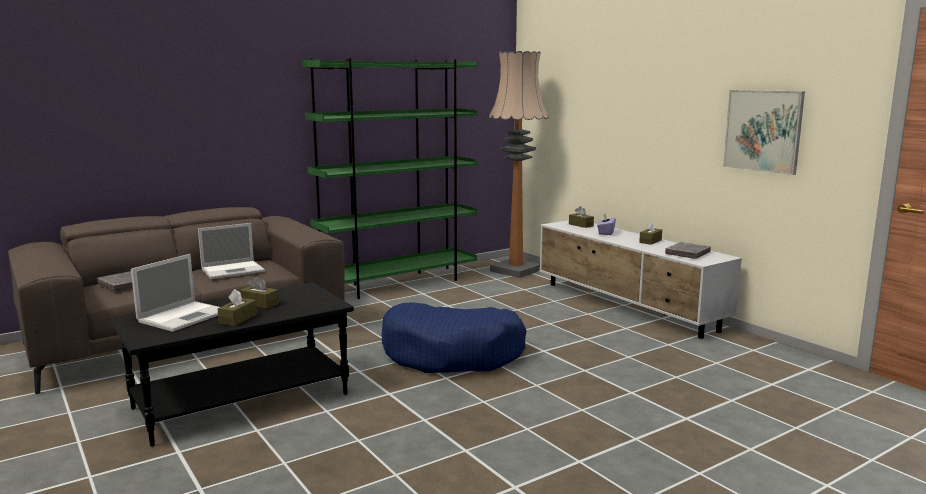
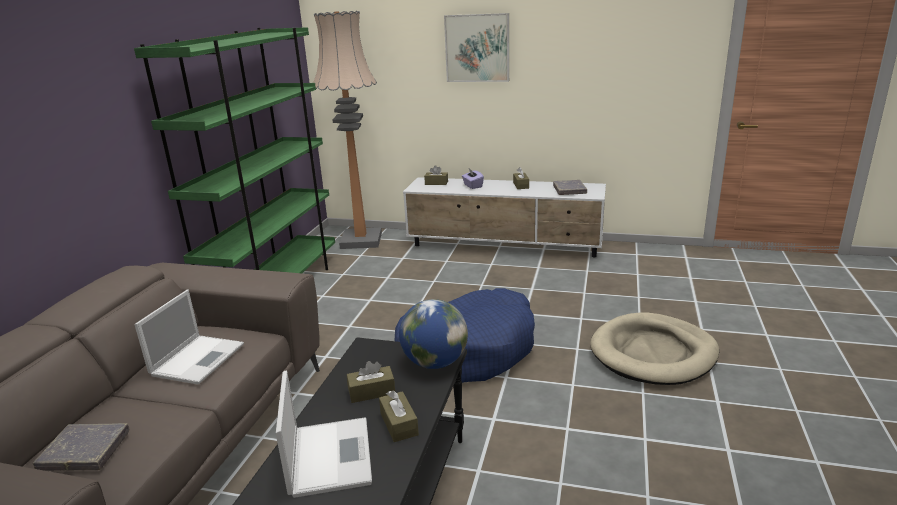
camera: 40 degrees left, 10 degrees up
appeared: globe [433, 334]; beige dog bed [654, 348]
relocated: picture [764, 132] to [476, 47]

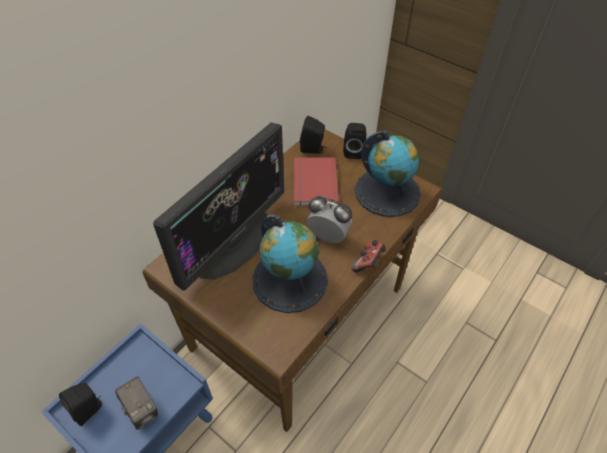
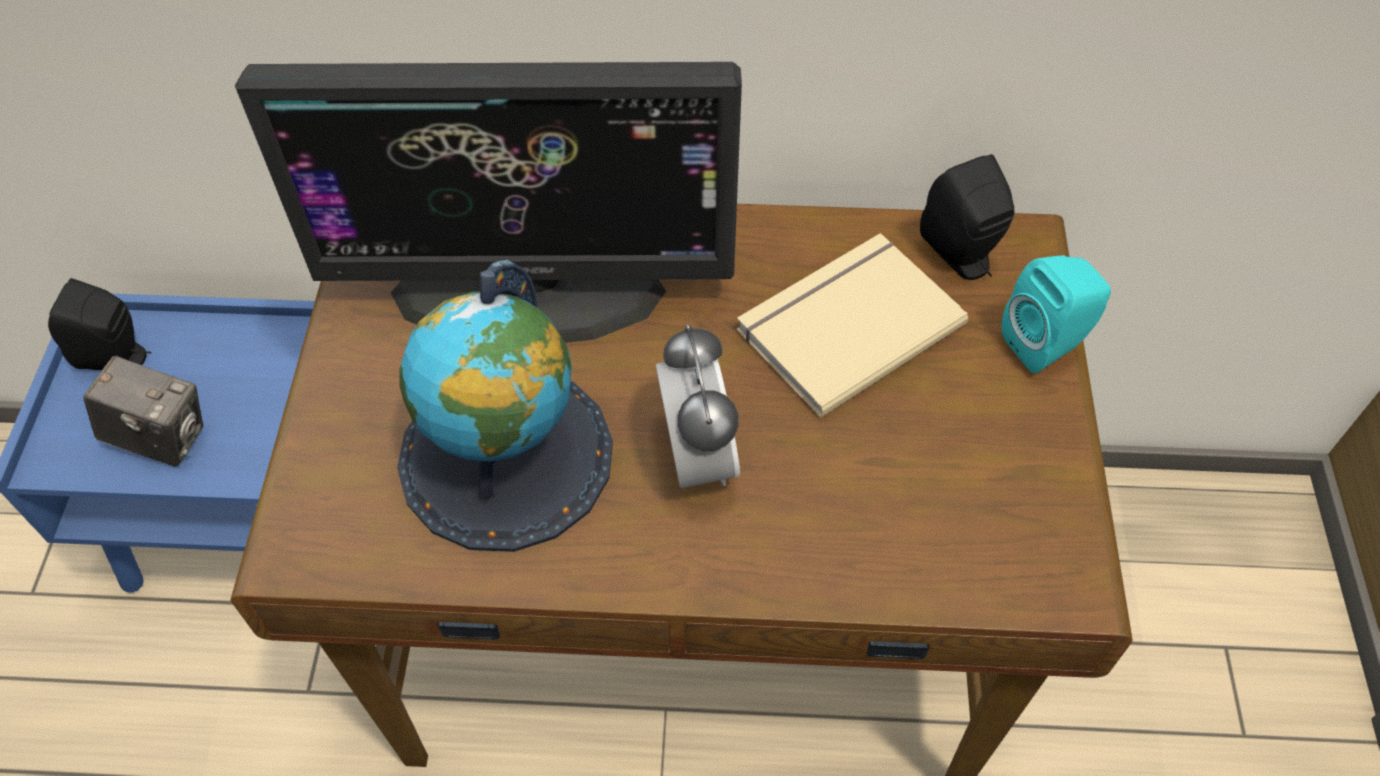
camera: 55 degrees right, 5 degrees up
missing: game controller [368, 256]; globe [388, 174]
colour: red book [316, 181] to beige book [852, 325]; black speaker [354, 141] to turquoise speaker [1056, 314]
spun: photo camera [136, 403] = [143, 411] 90 degrees counterclockwise

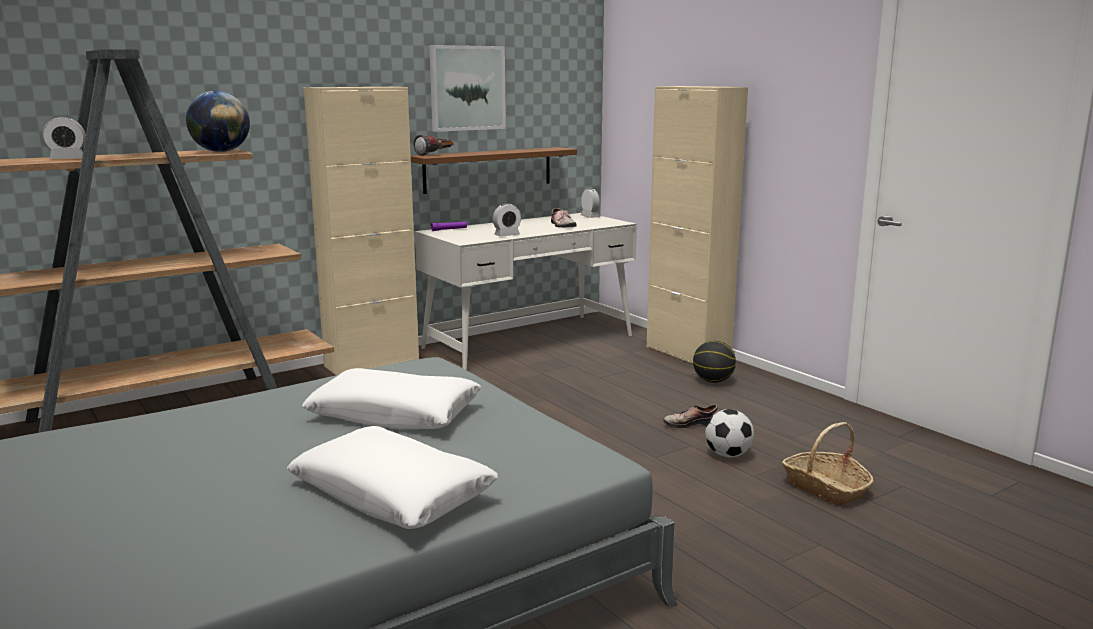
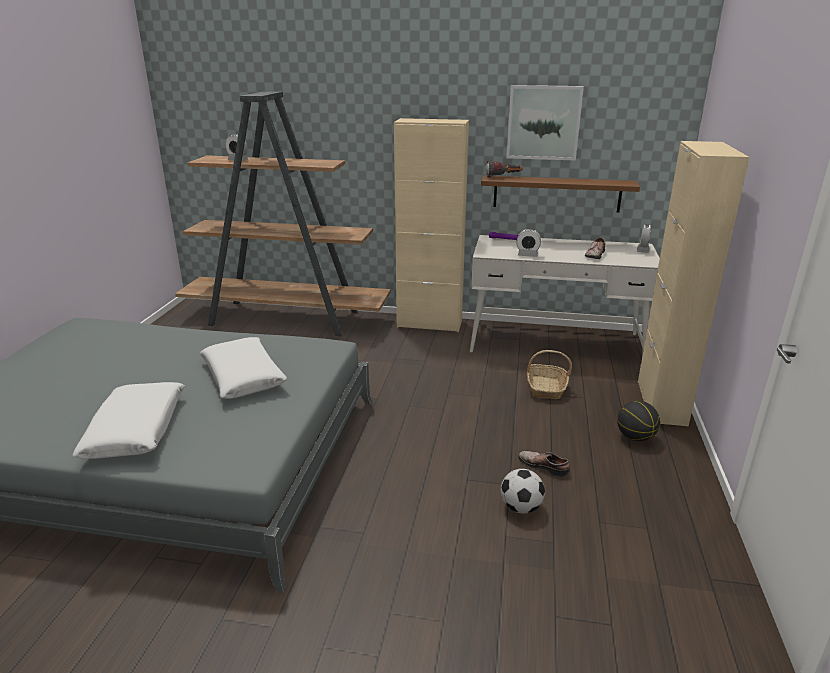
camera: 45 degrees right, 10 degrees up
missing: globe [218, 121]
relocated: basket [828, 463] to [549, 374]

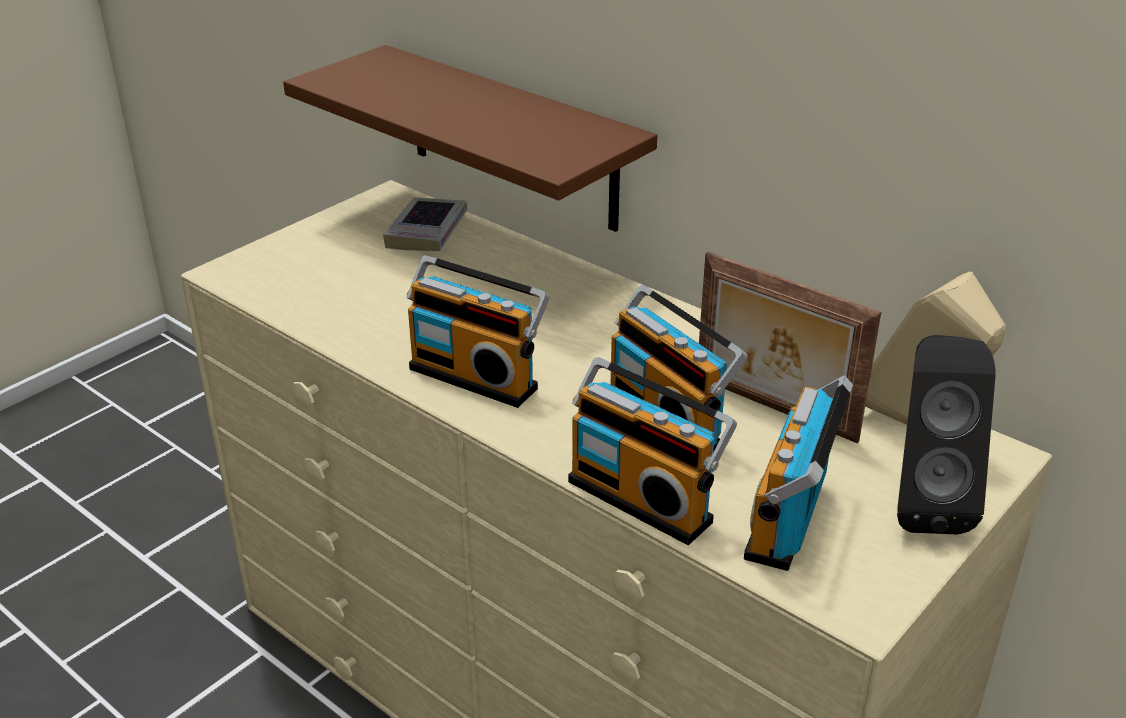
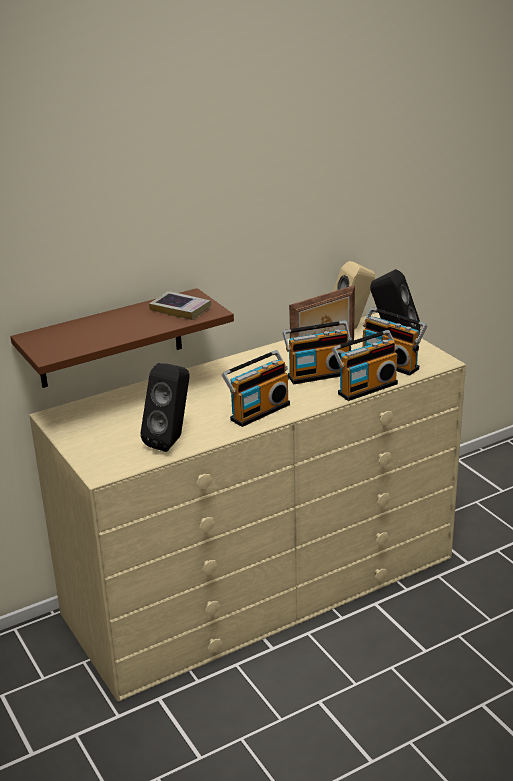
camera: 70 degrees left, 5 degrees down
appeared: black speaker [165, 407]
relocated: book [425, 224] to [180, 305]

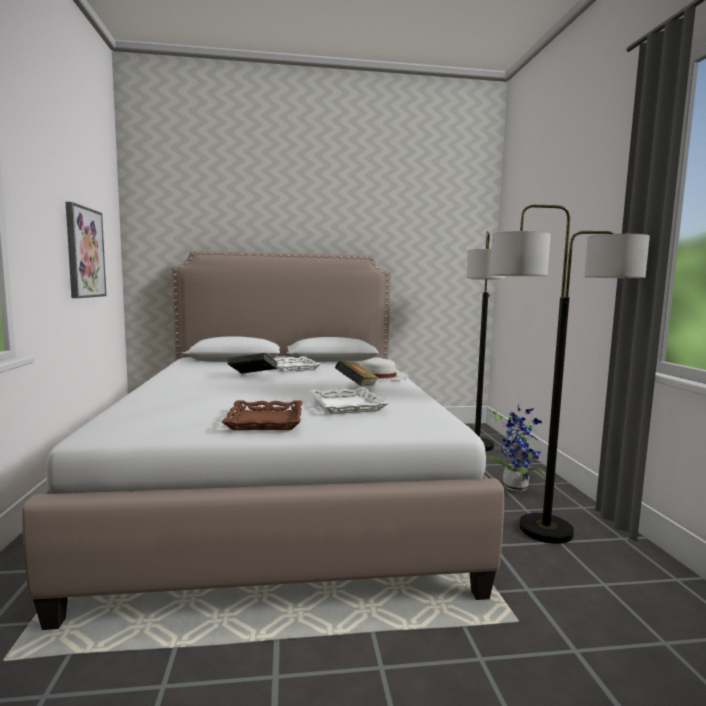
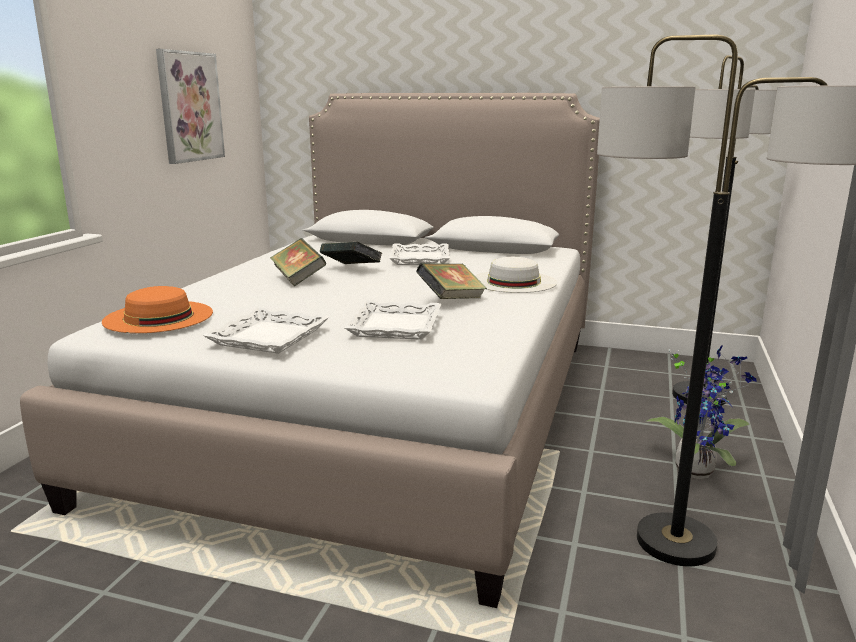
camera: 25 degrees right, 10 degrees up
appeared: orange hat [157, 309]; book [298, 262]
colour: brown tray [262, 415] to white tray [265, 330]

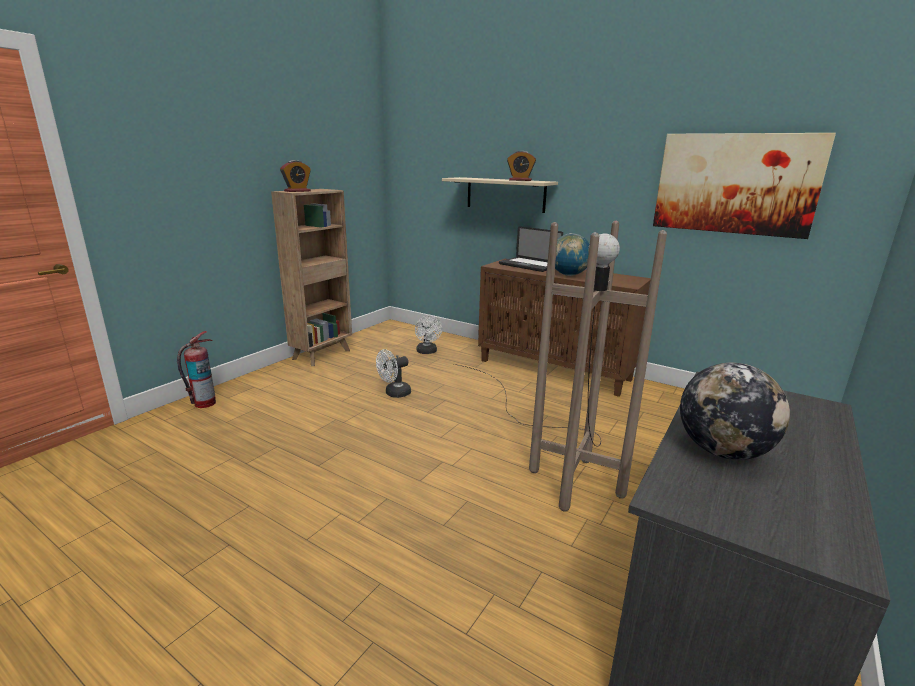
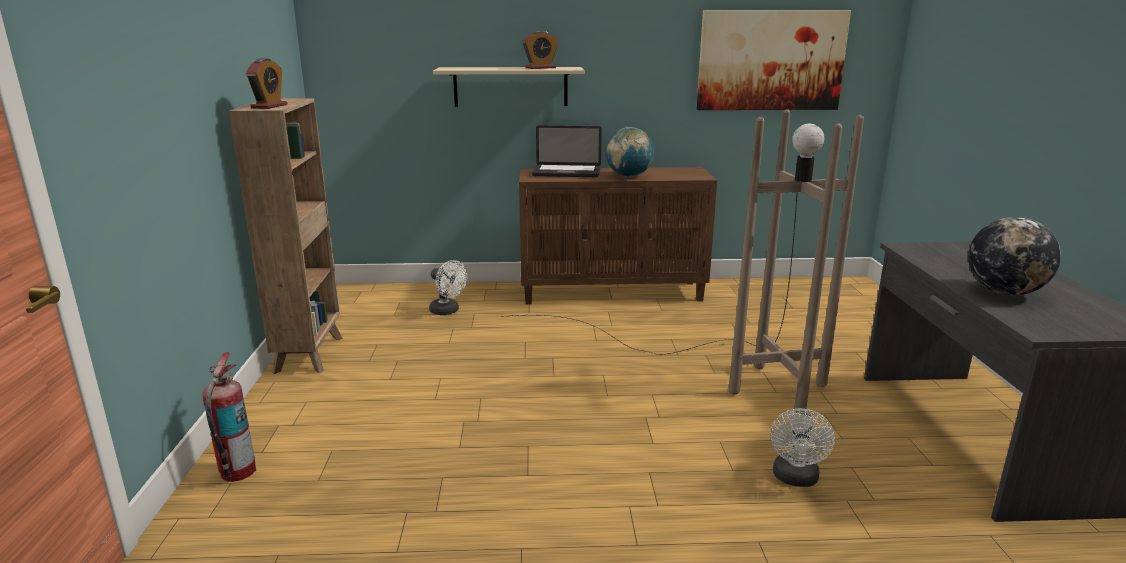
camera: 35 degrees left, 0 degrees up
relocated: white fan [393, 373] to [802, 447]

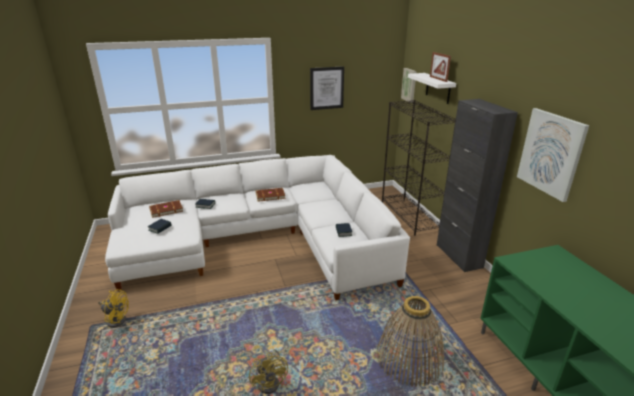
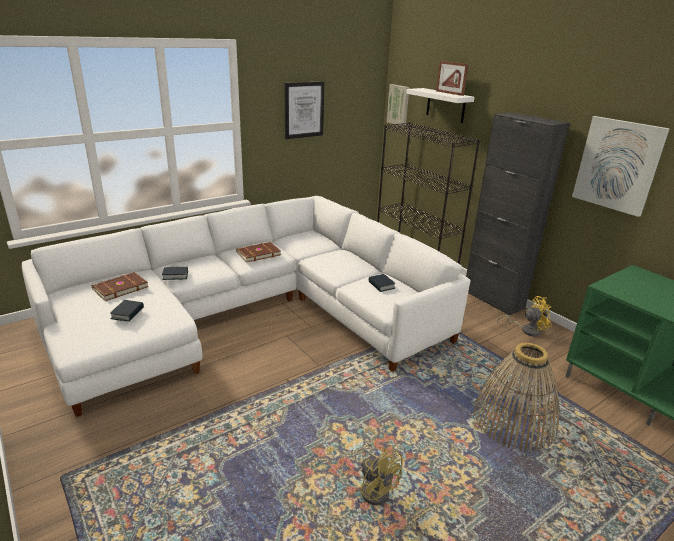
camera: 20 degrees left, 0 degrees up
relocated: yellow fan [113, 308] to [524, 316]

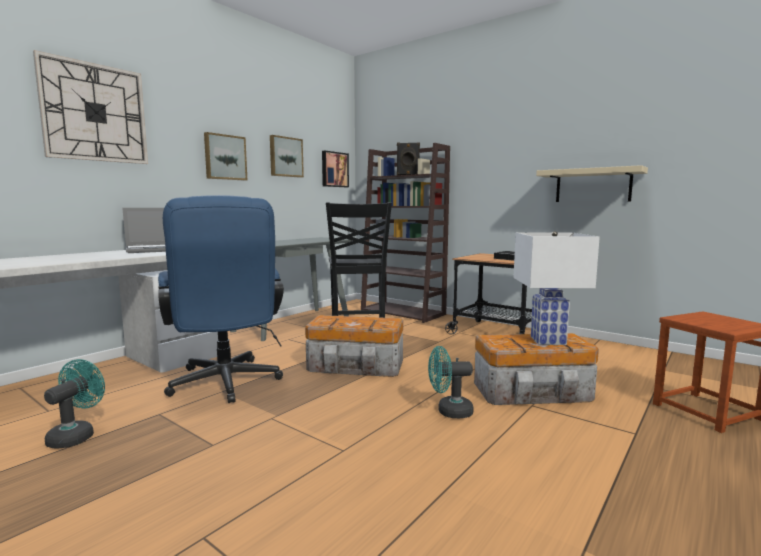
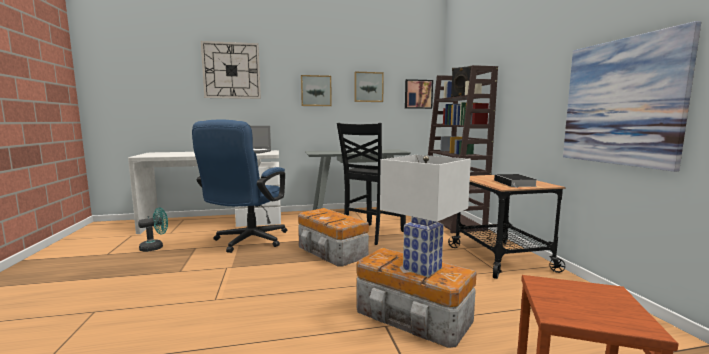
camera: 40 degrees right, 0 degrees up
missing: turquoise fan [451, 382]
exchanged: beige shelf [592, 183] to picture [632, 96]

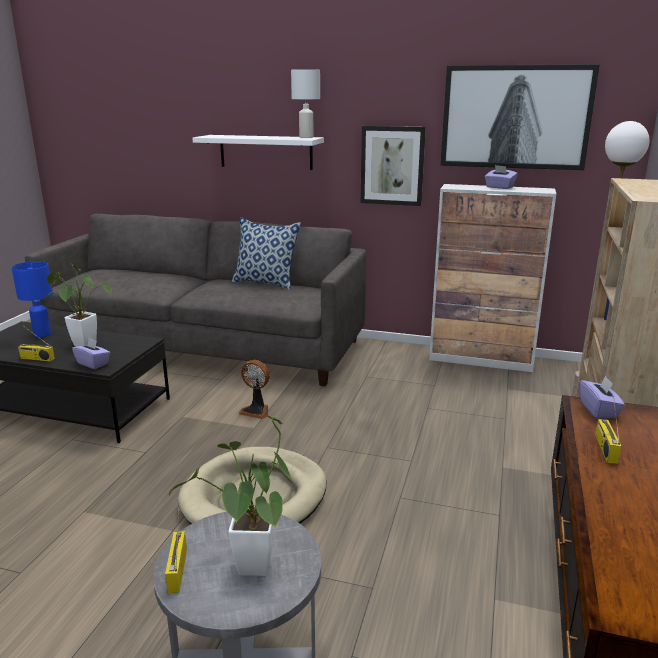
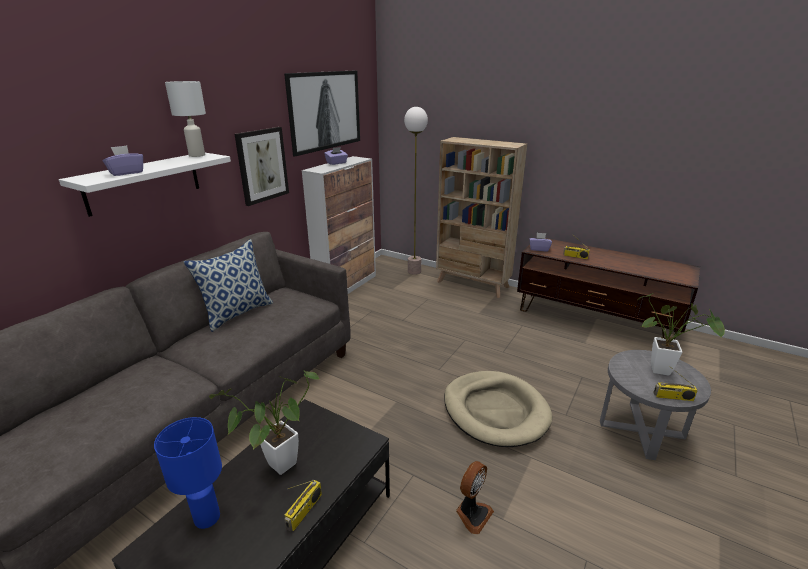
camera: 75 degrees left, 5 degrees up
relocated: purple tissue box [91, 353] to [123, 160]; fan [254, 389] to [475, 497]

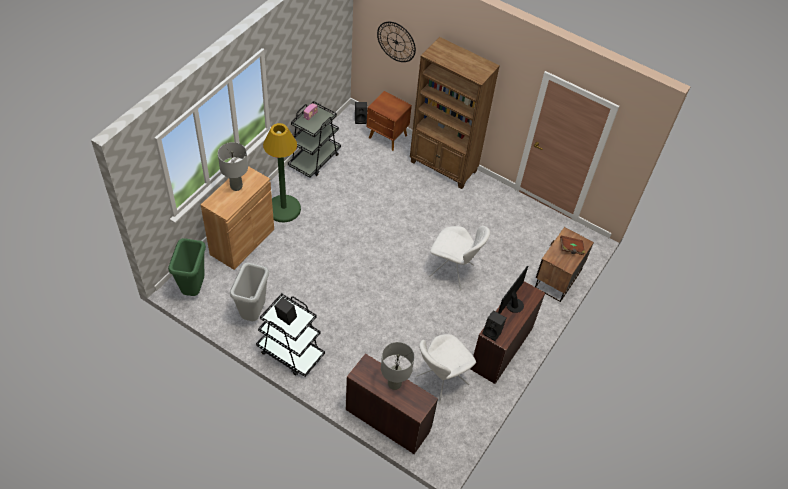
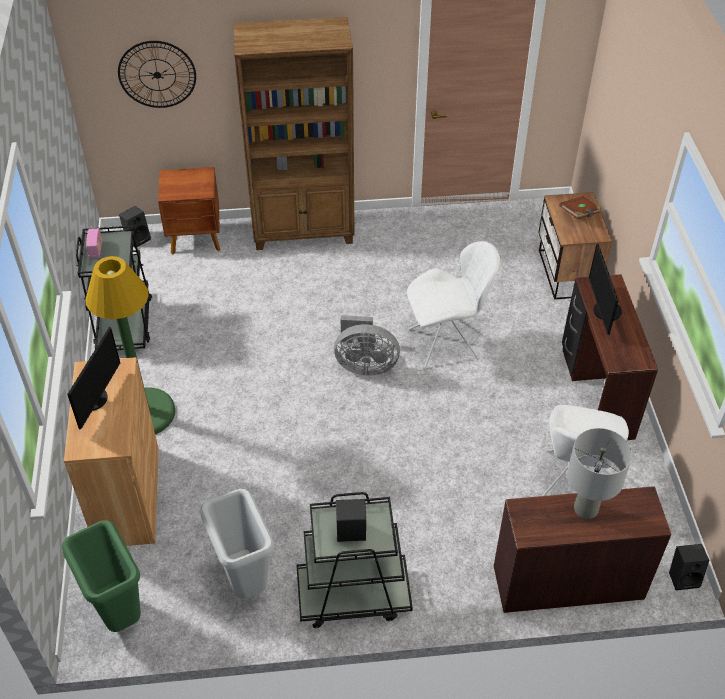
camera: 35 degrees left, 5 degrees down
appeared: grey fan [367, 345]
relocated: black speaker [494, 325] to [689, 567]
exchanged: grey table lamp [233, 166] to monitor [93, 378]

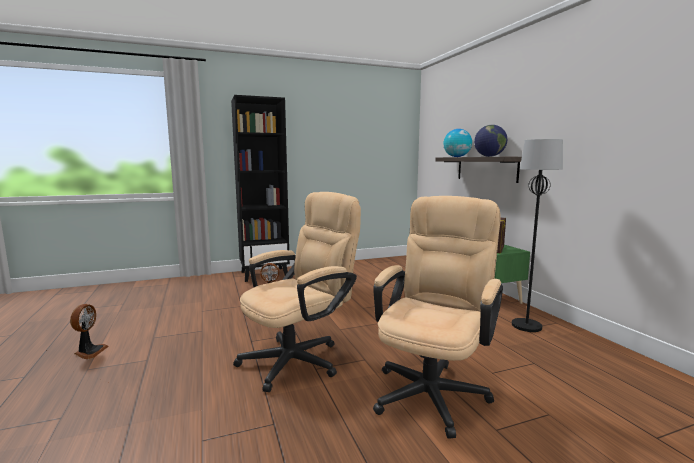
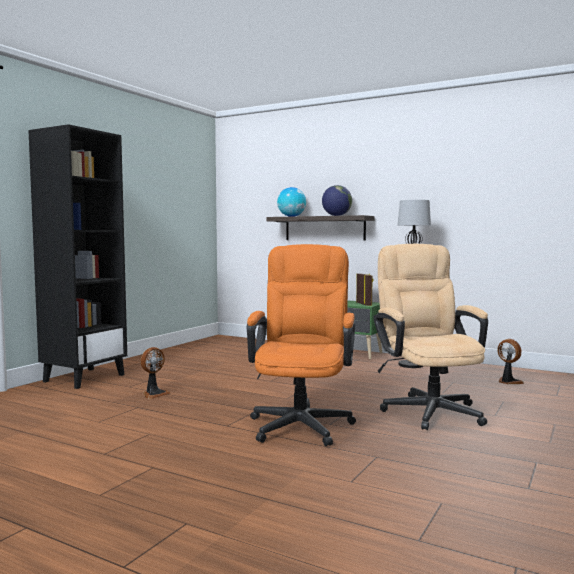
camera: 40 degrees left, 5 degrees down
relocated: fan [89, 331] to [510, 361]
colour: beige office chair [297, 292] to orange office chair [301, 345]

